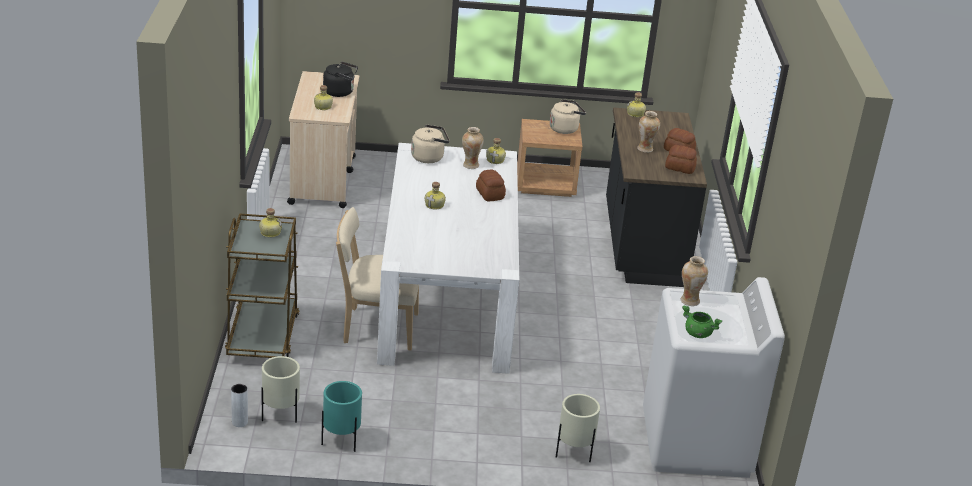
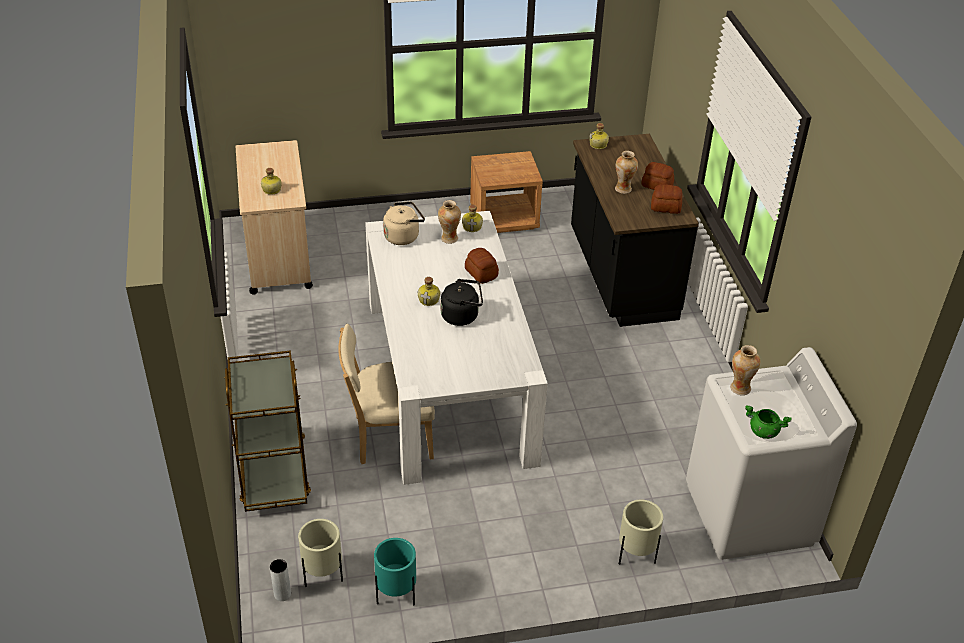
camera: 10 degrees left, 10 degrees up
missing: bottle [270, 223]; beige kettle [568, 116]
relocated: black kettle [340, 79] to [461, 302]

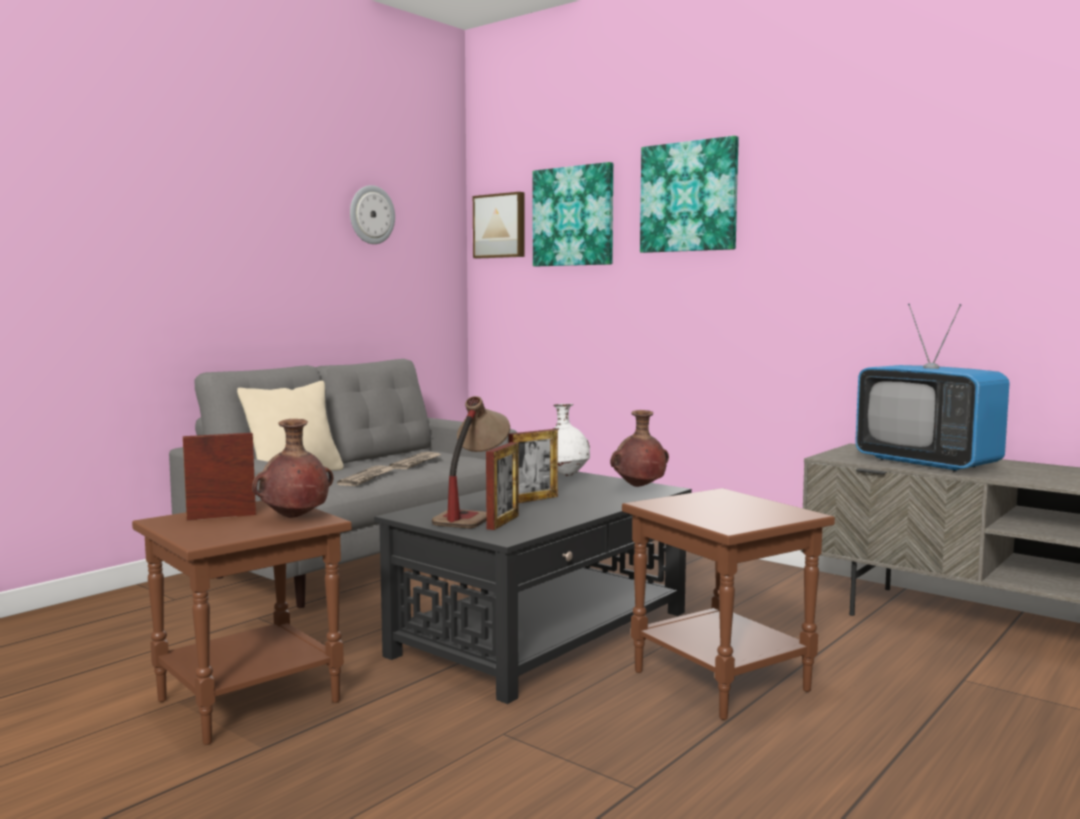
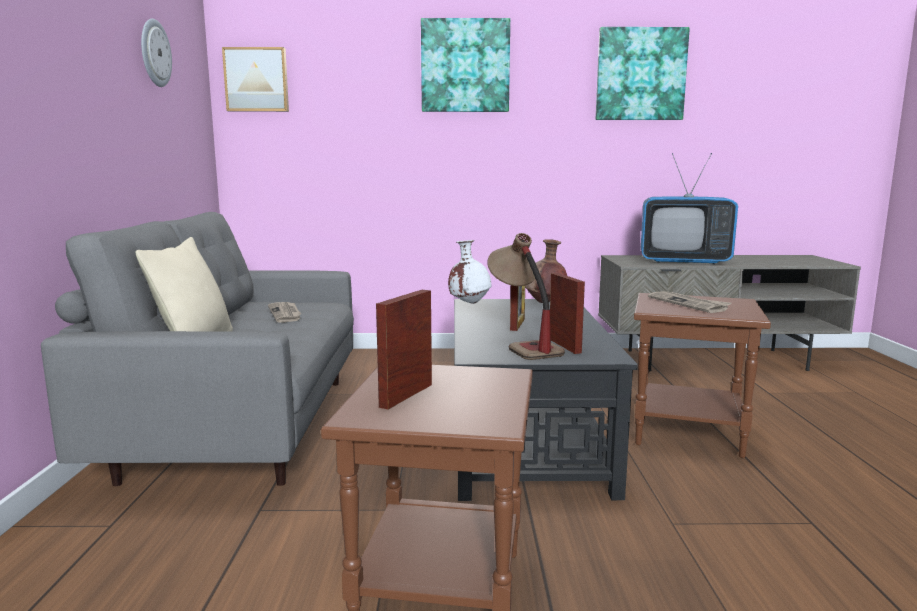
camera: 40 degrees left, 5 degrees up
missing: brown vase [292, 468]
relocated: newspaper [366, 475] to [689, 302]; picture [573, 214] to [643, 73]

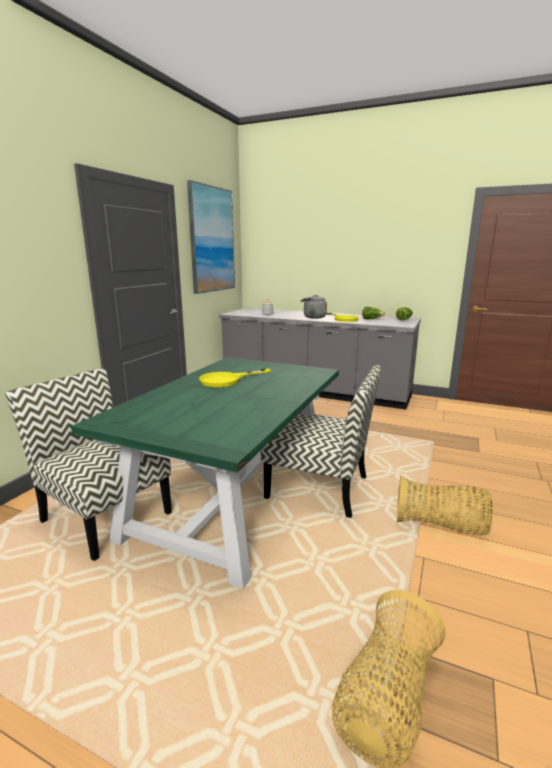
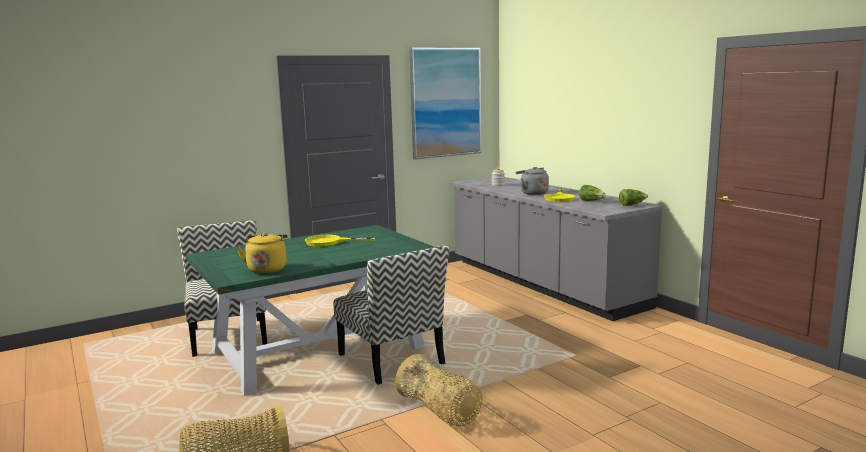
camera: 35 degrees right, 5 degrees down
appeared: yellow kettle [262, 253]

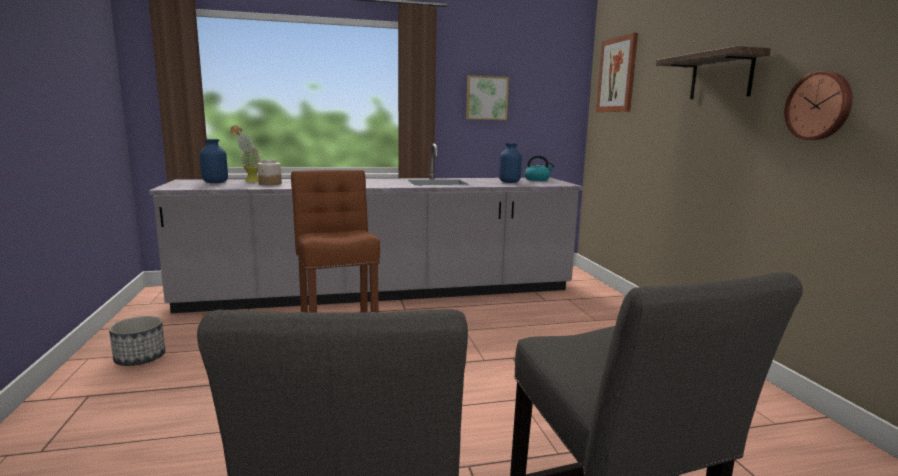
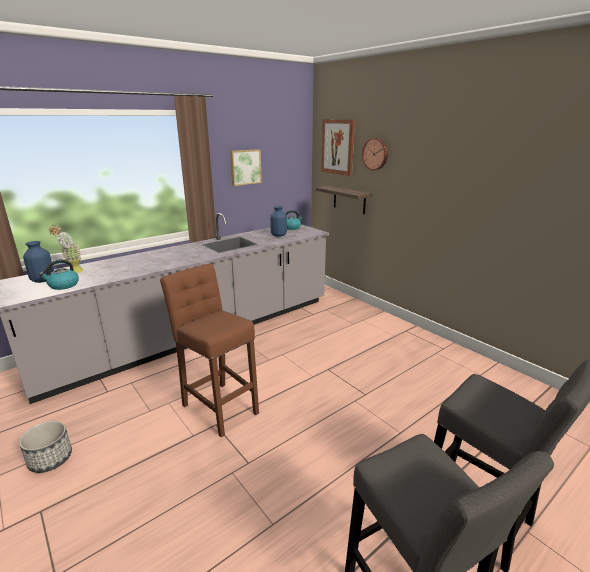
camera: 25 degrees left, 10 degrees up
missing: jar [270, 172]
appeared: kettle [59, 274]
relocated: shelf [713, 72] to [344, 200]; wall clock [818, 105] to [375, 154]

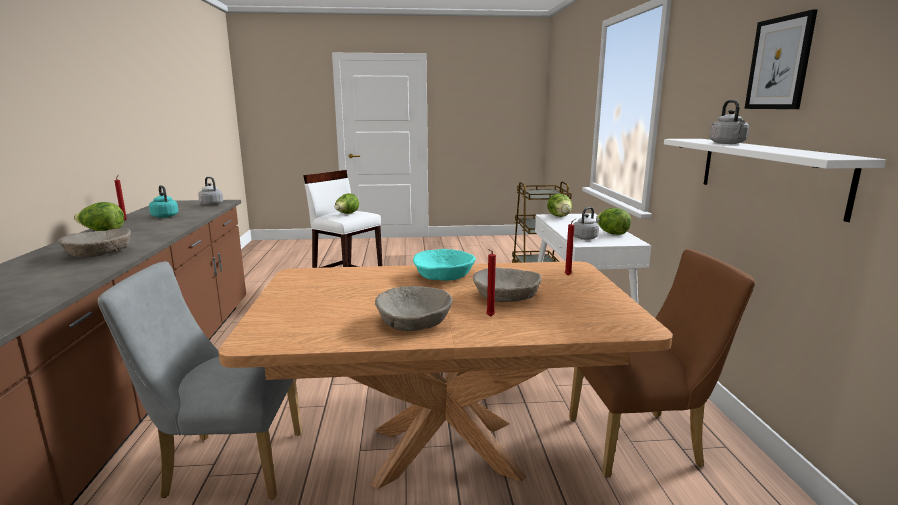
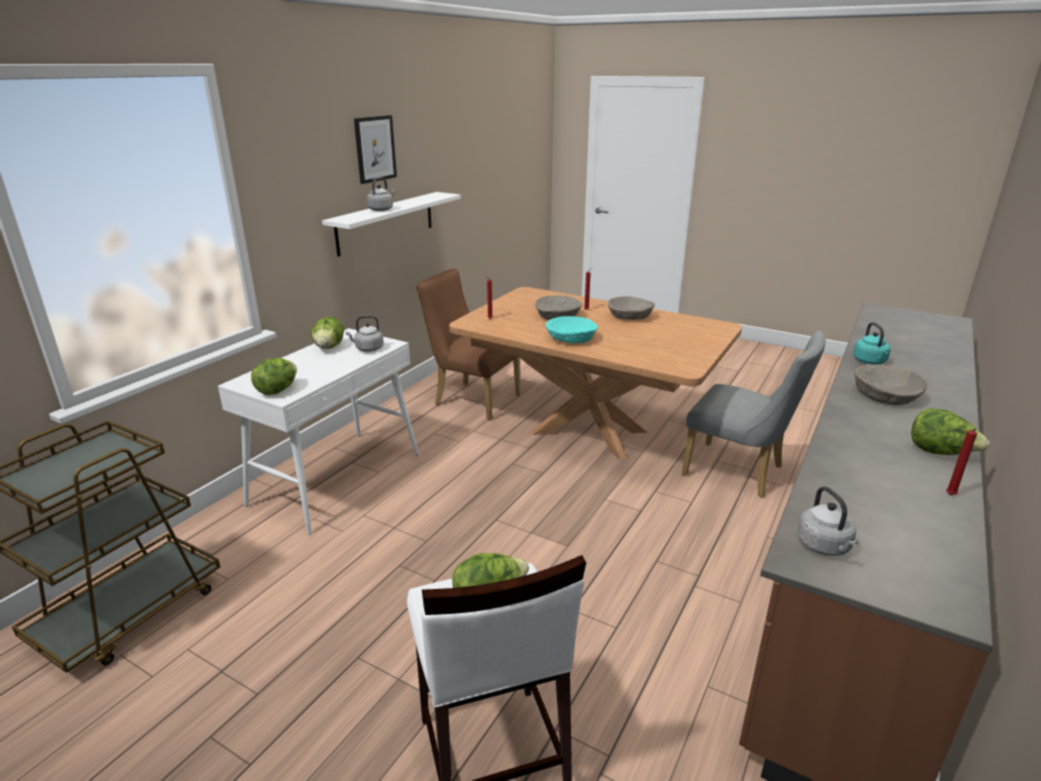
camera: 145 degrees left, 10 degrees up
relocated: turquoise kettle [163, 201] to [872, 343]

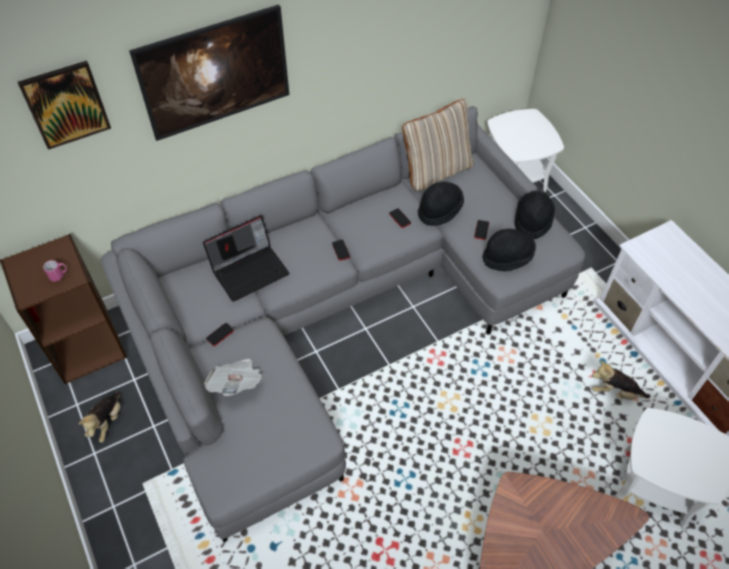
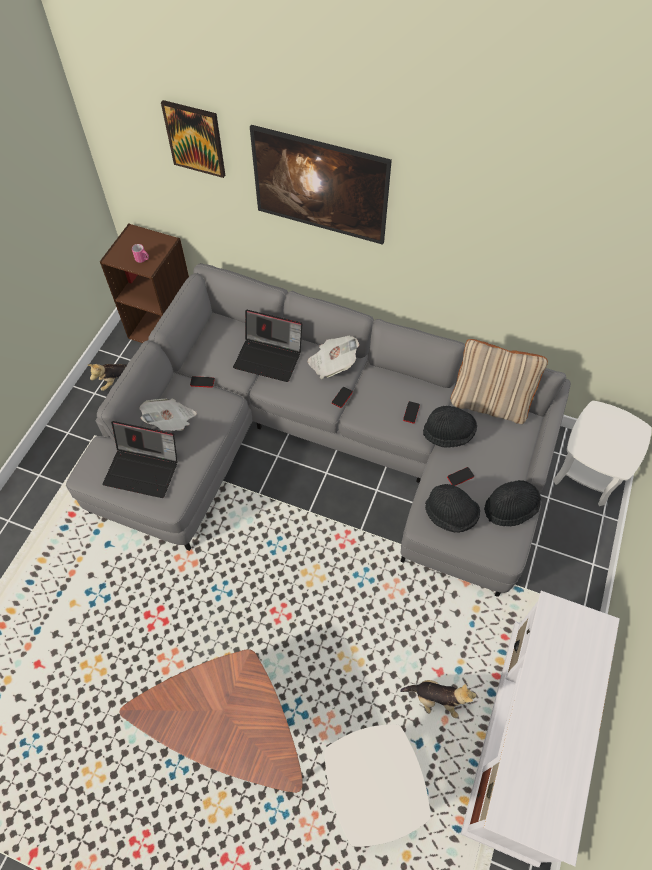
camera: 50 degrees right, 5 degrees up
appeared: laptop [140, 459]; newspaper [333, 357]
spun: plush toy [621, 380] = [438, 699] 135 degrees clockwise

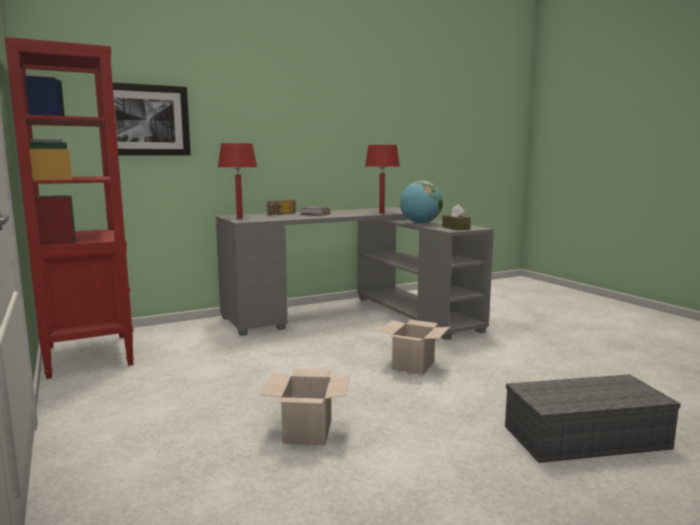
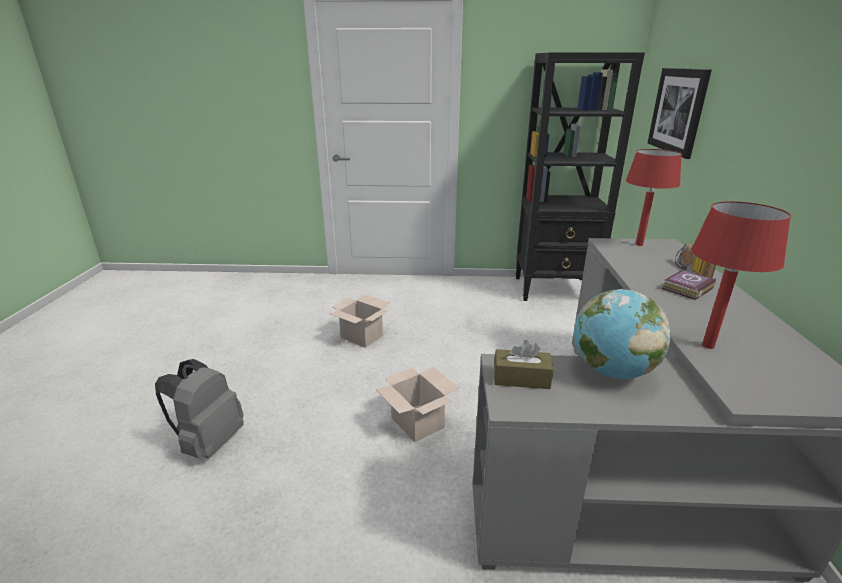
camera: 120 degrees right, 15 degrees up
exchanged: grey storage box [593, 418] to grey backpack [199, 408]
colour: red bookcase [69, 208] to black bookcase [580, 176]

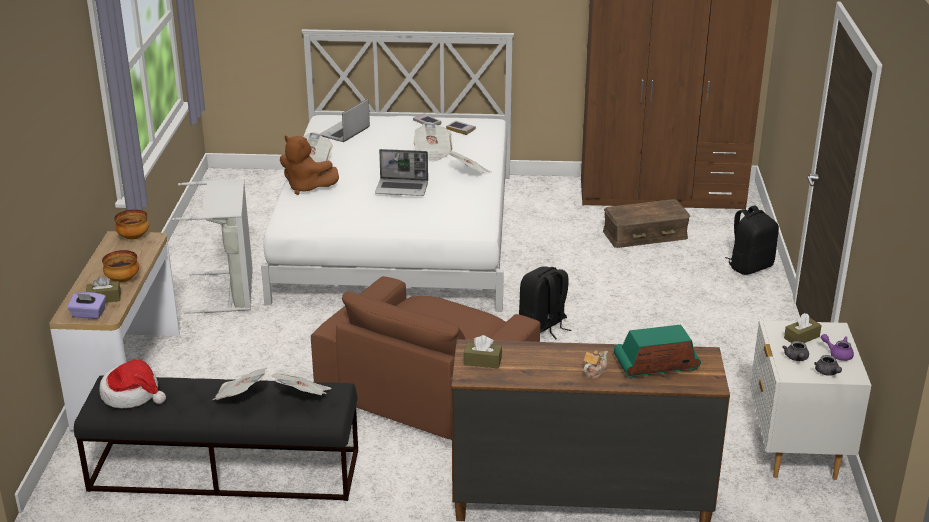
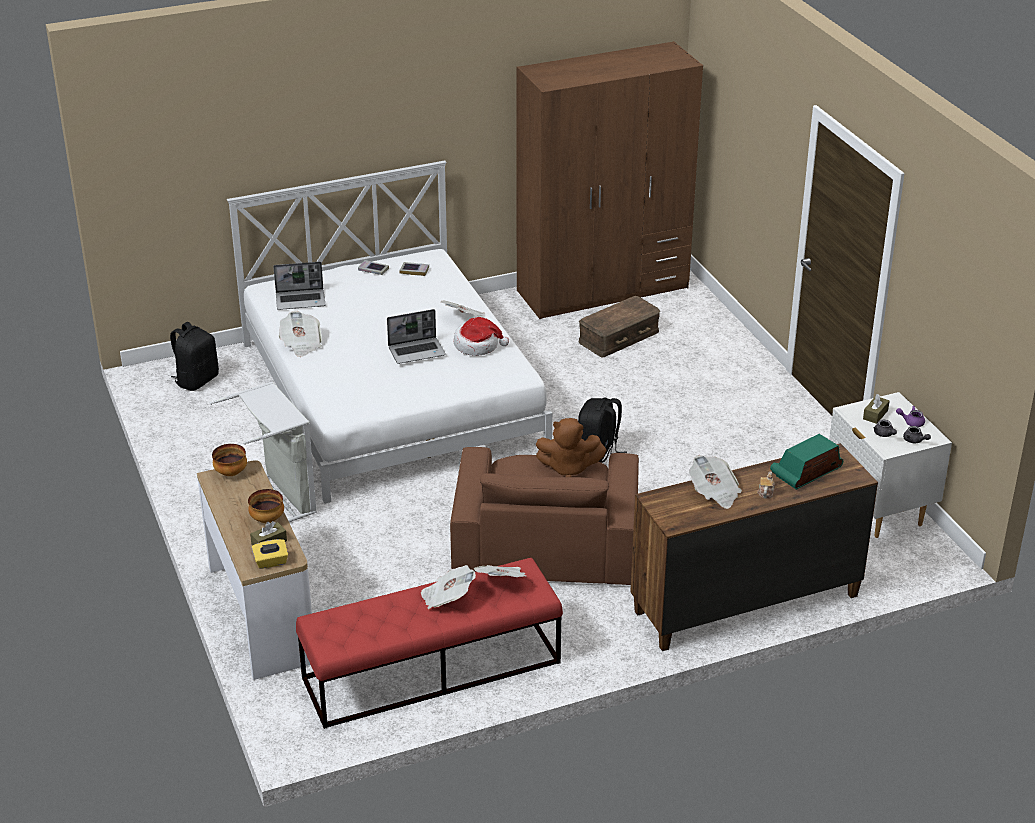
camera: 25 degrees left, 5 degrees up
missing: brown tissue box [483, 351]
relocated: hat [132, 383] to [481, 336]; brown plush toy [309, 165] to [571, 447]; newspaper [433, 142] to [715, 482]; black backpack [752, 240] to [194, 356]
colour: purple tissue box [86, 305] to yellow tissue box [269, 554]; black bench [216, 438] to red bench [429, 643]
spun: laptop [345, 120] = [299, 286] 105 degrees counterclockwise

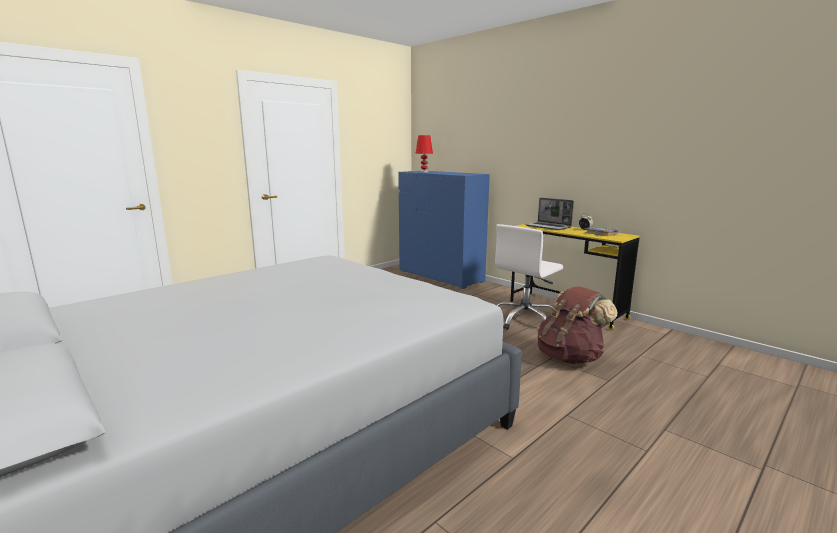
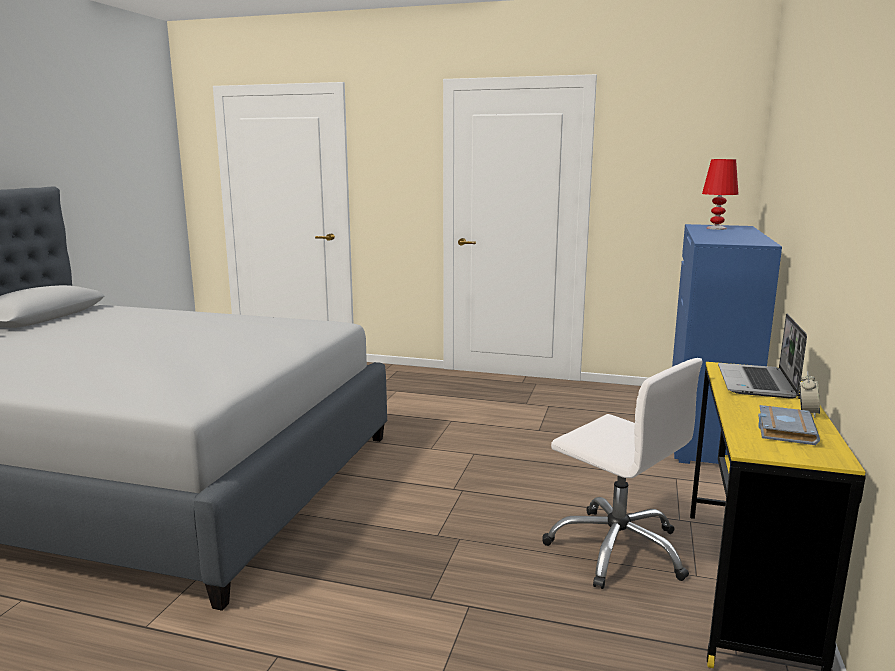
camera: 60 degrees right, 0 degrees up
missing: brown backpack [577, 325]
spun: white office chair [529, 277] = [622, 473] 150 degrees counterclockwise

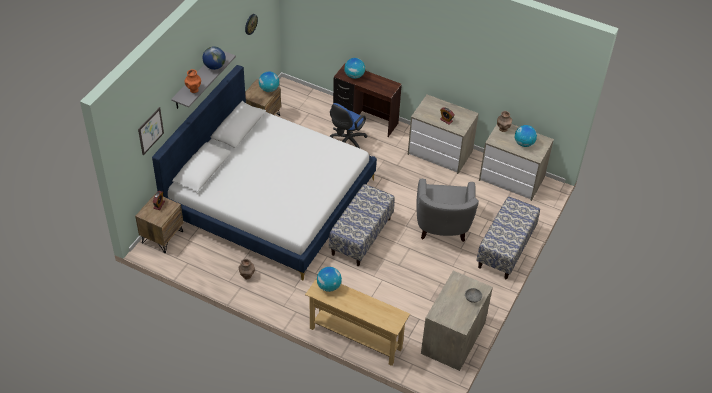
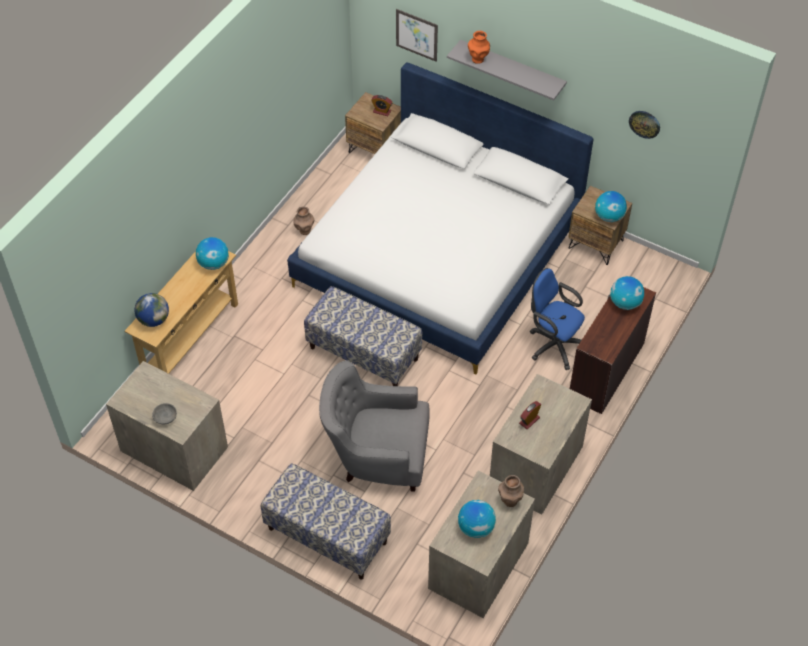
camera: 95 degrees right, 5 degrees up
relocated: globe [214, 58] to [152, 310]

